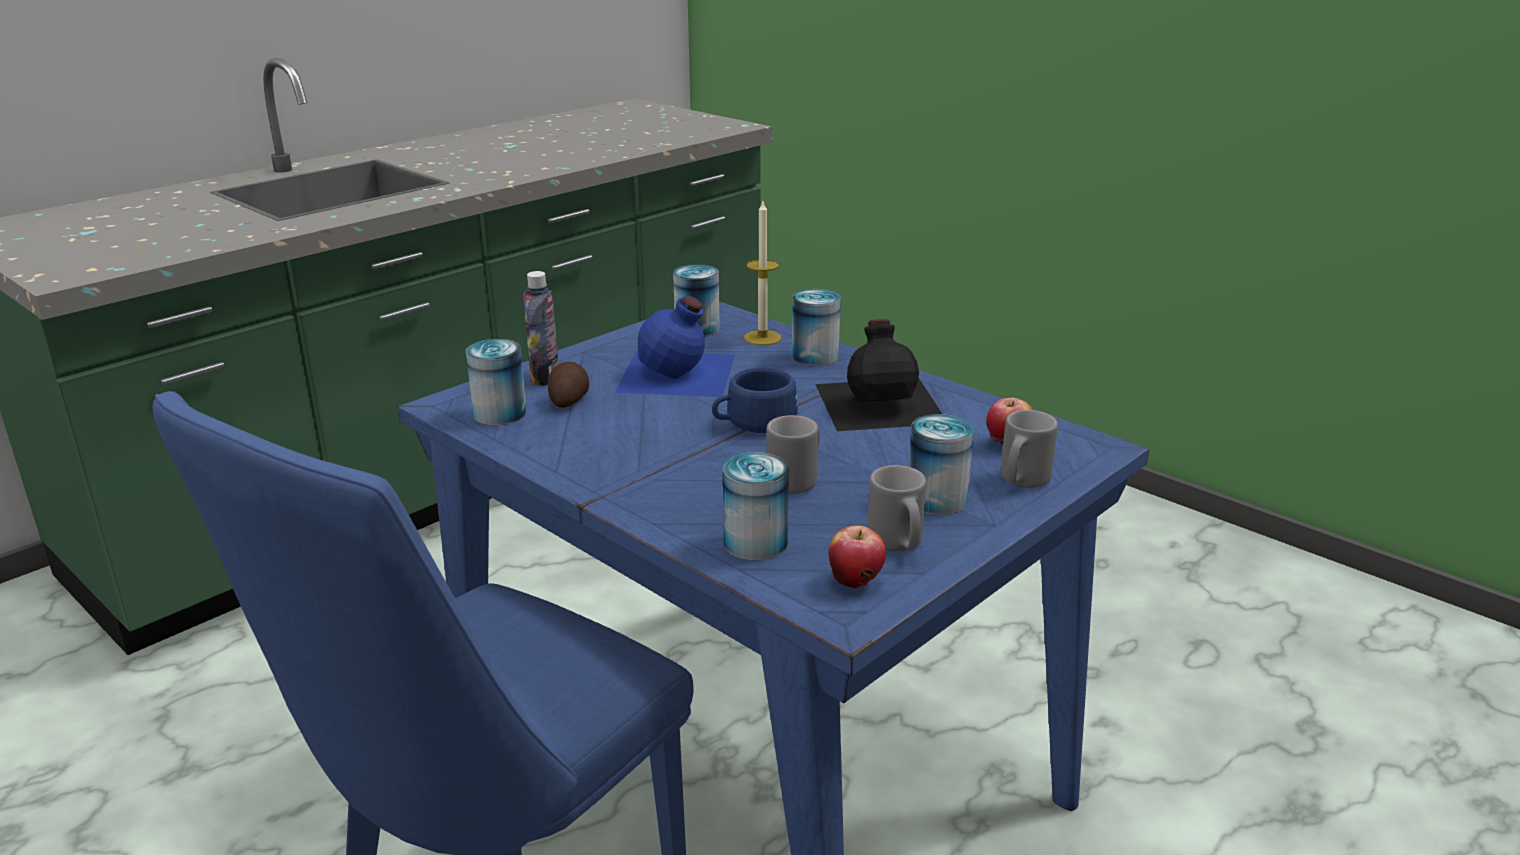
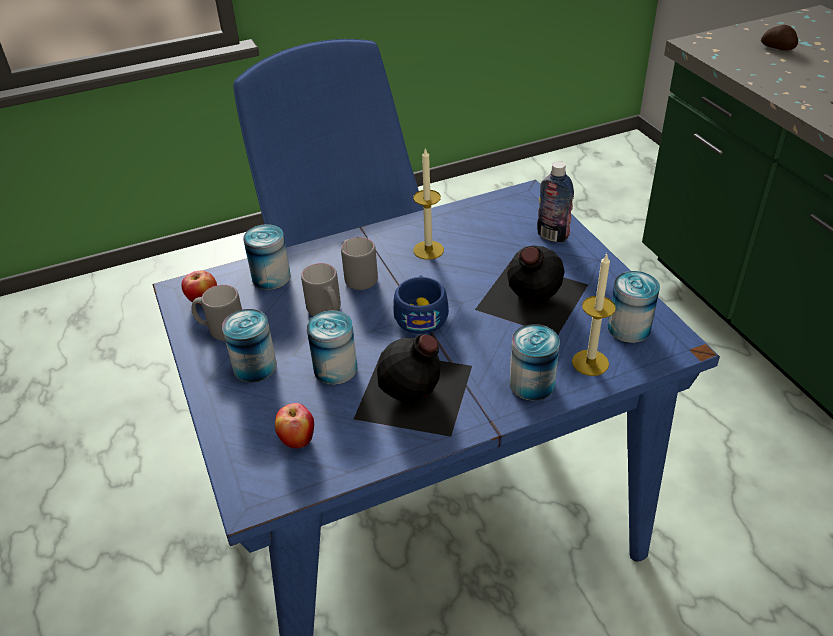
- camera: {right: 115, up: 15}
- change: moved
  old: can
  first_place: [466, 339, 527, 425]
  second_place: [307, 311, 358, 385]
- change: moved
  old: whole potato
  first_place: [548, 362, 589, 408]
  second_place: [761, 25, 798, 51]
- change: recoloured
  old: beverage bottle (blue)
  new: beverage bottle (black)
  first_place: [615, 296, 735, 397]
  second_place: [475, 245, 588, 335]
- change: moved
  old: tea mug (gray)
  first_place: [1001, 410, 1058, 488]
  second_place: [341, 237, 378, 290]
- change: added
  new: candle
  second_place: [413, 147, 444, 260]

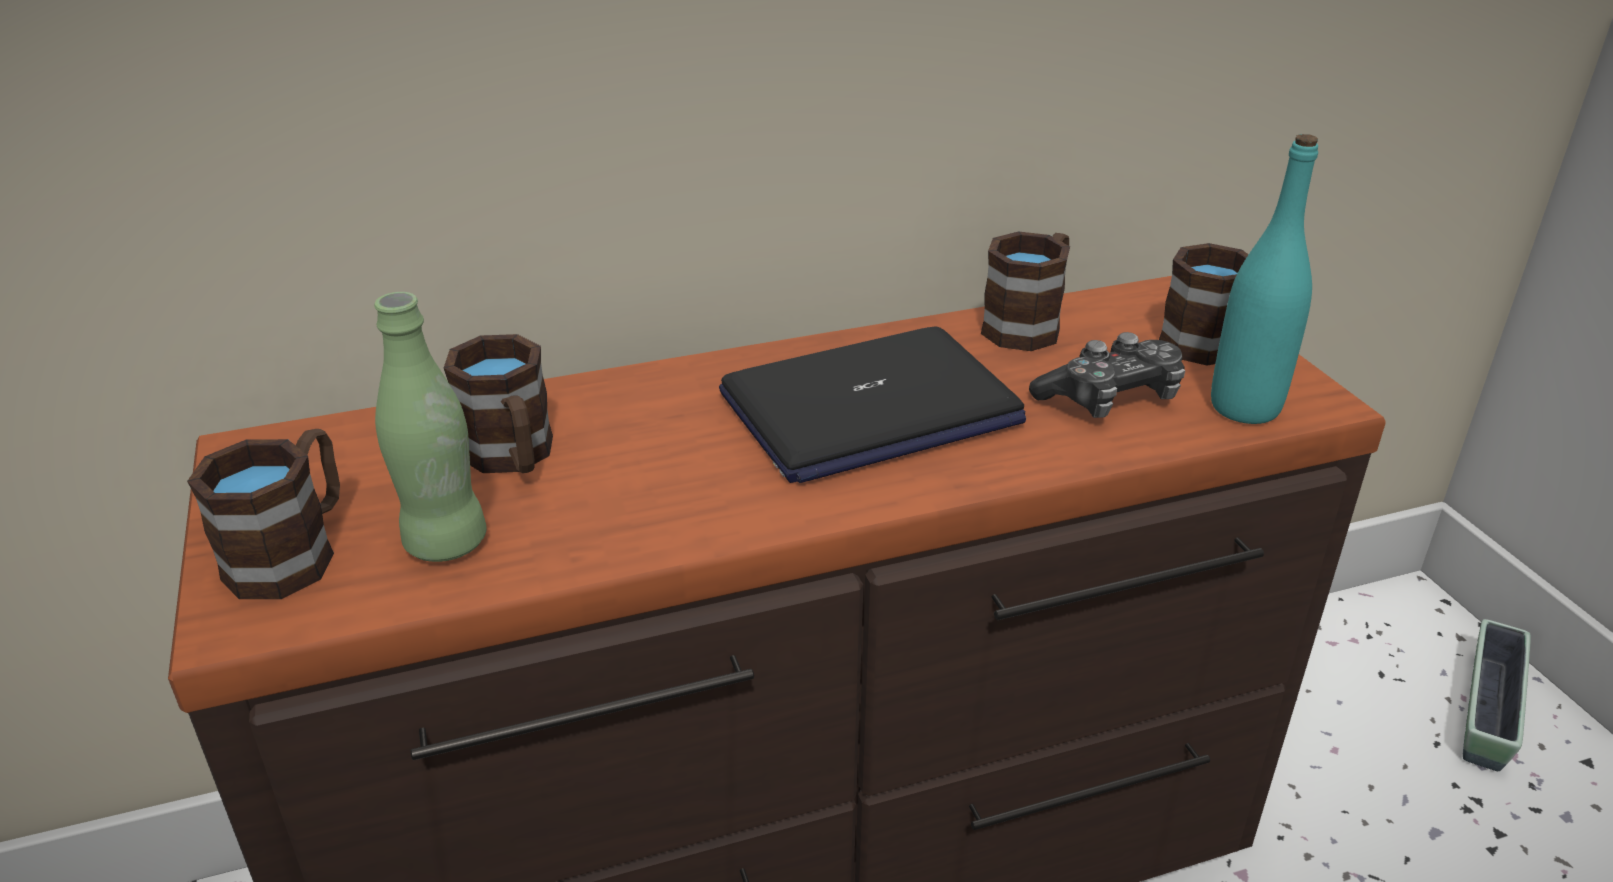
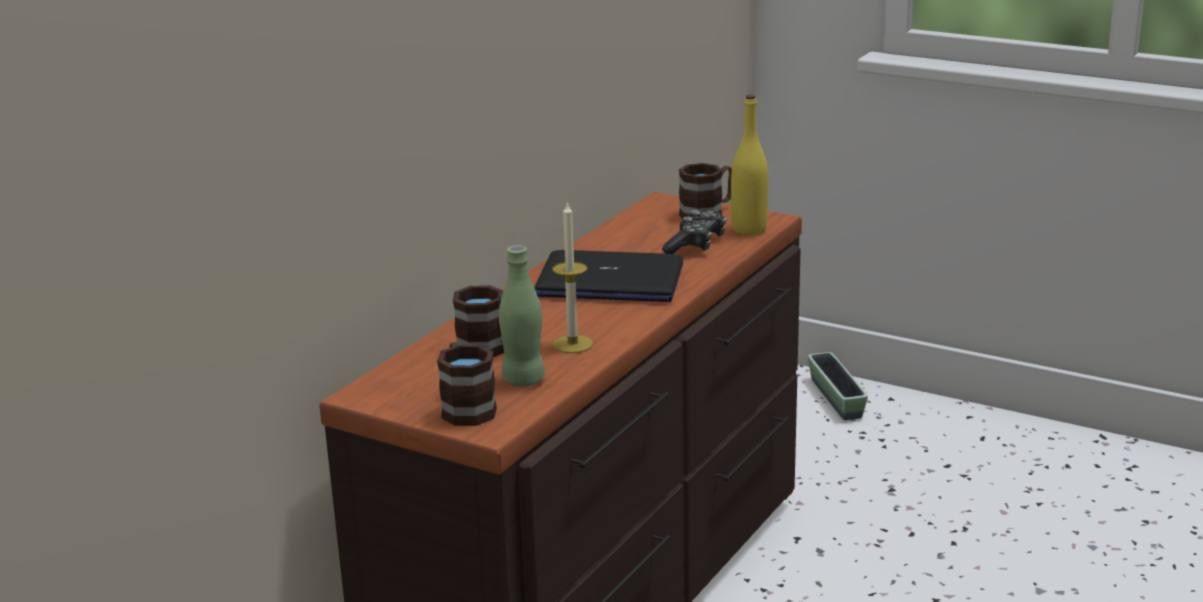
- camera: {right: -40, up: -10}
- change: turned
  old: portable computer
  first_place: [719, 327, 1026, 483]
  second_place: [535, 250, 683, 302]
  degrees: 75
- change: removed
  old: tea mug (brown)
  first_place: [981, 231, 1070, 351]
- change: recoloured
  old: beverage bottle (turquoise-coloured)
  new: beverage bottle (yellow-coloured)
  first_place: [1211, 134, 1318, 424]
  second_place: [731, 94, 768, 236]
- change: added
  new: candle
  second_place: [552, 201, 593, 353]

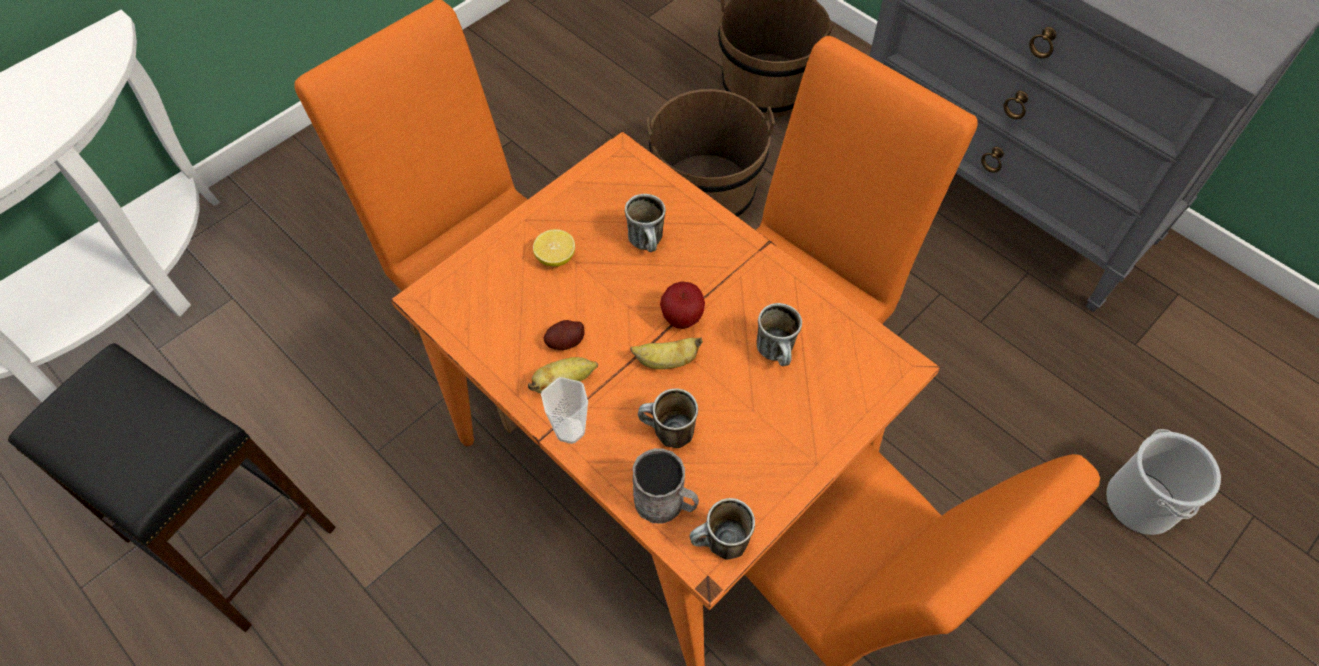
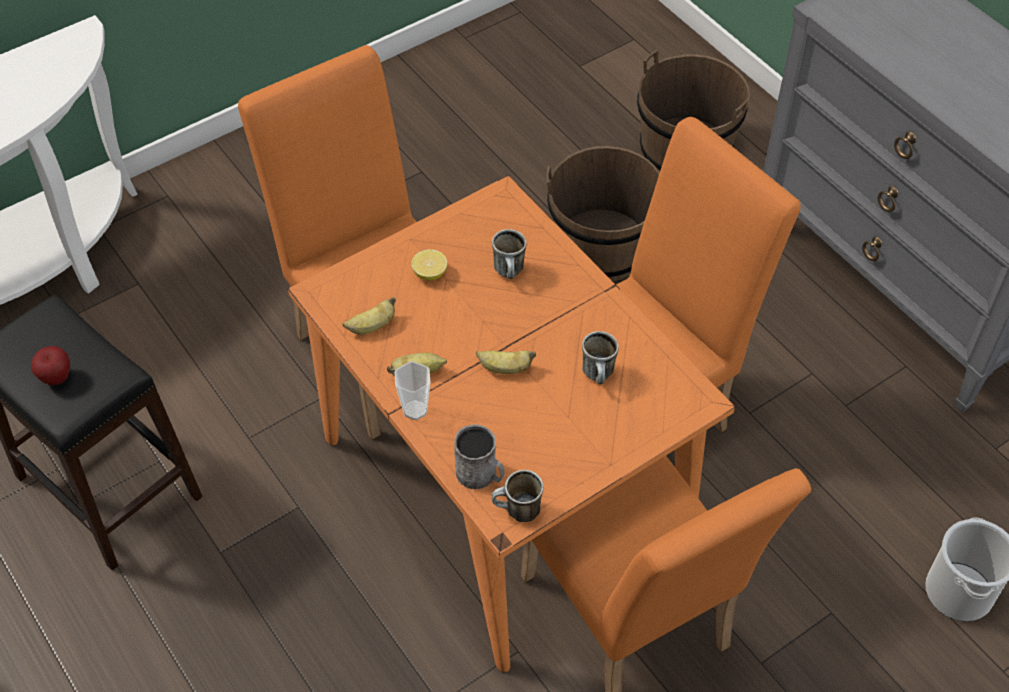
- camera: {right: 10, up: -5}
- change: removed
  old: whole potato
  first_place: [543, 320, 585, 350]
- change: removed
  old: tea mug
  first_place: [638, 388, 698, 448]
- change: moved
  old: apple fruit
  first_place: [660, 282, 705, 329]
  second_place: [31, 346, 70, 385]
- change: added
  new: whole banana
  second_place: [342, 297, 396, 335]

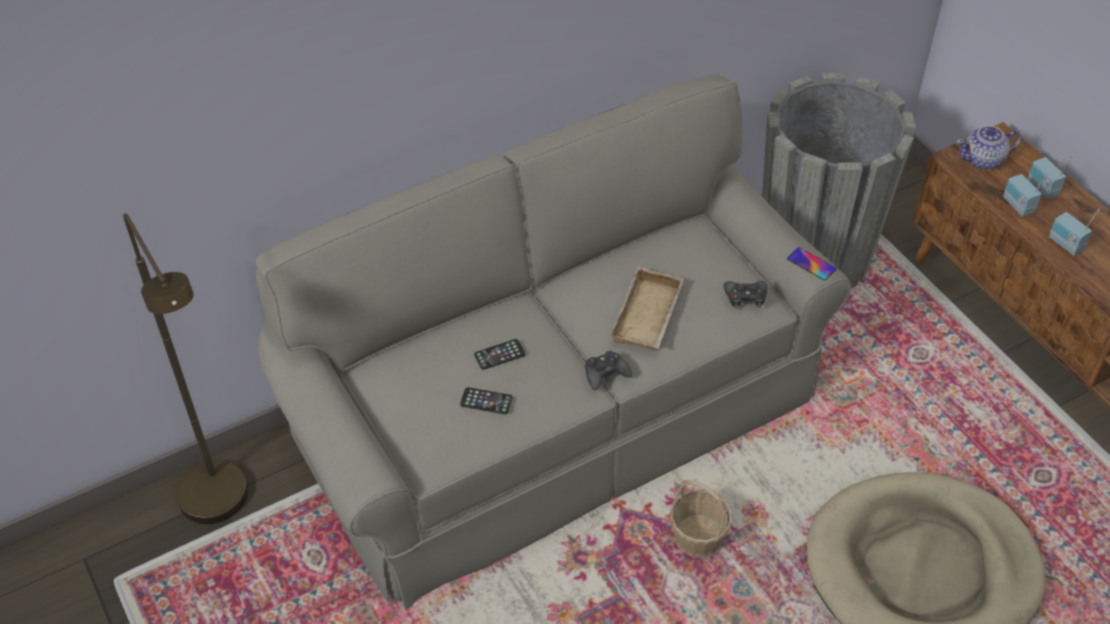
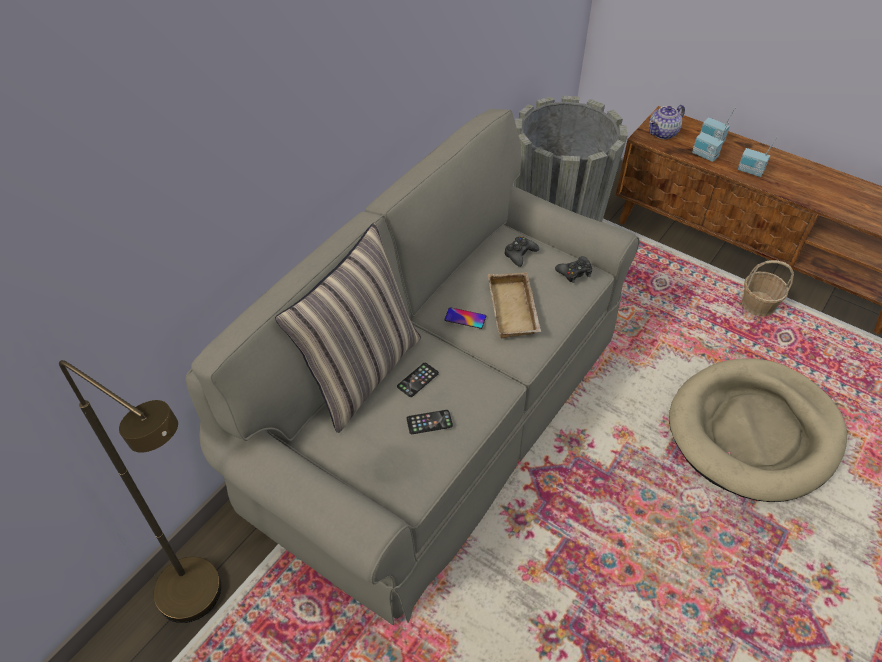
- camera: {right: -25, up: 0}
- change: moved
  old: joypad (black)
  first_place: [585, 351, 632, 390]
  second_place: [504, 236, 539, 267]
- change: moved
  old: basket
  first_place: [670, 480, 732, 558]
  second_place: [741, 260, 794, 317]
- change: moved
  old: handset
  first_place: [787, 247, 837, 280]
  second_place: [444, 307, 486, 329]
- change: added
  new: cushion
  second_place: [275, 223, 421, 433]

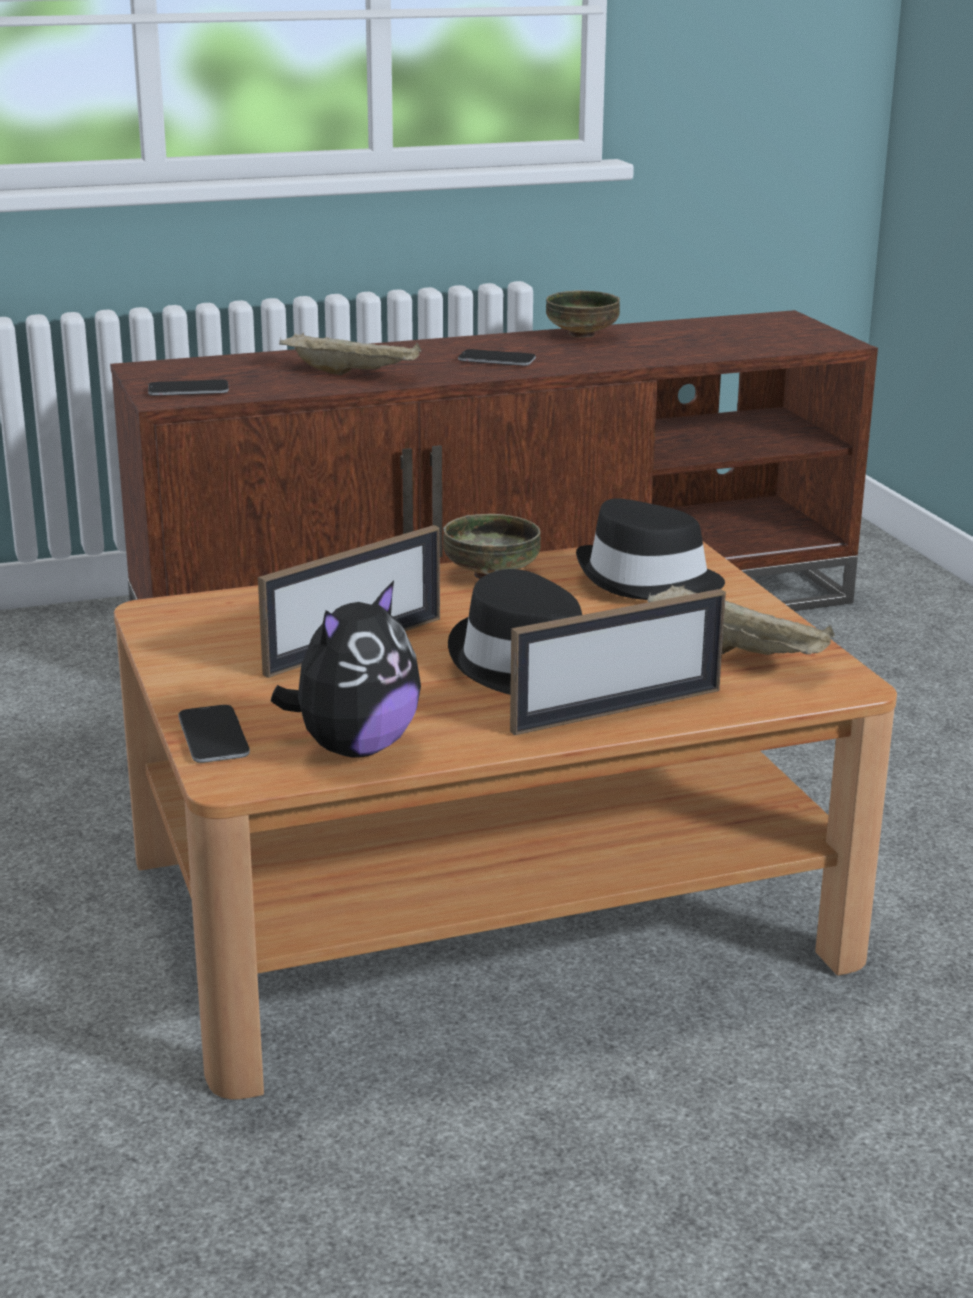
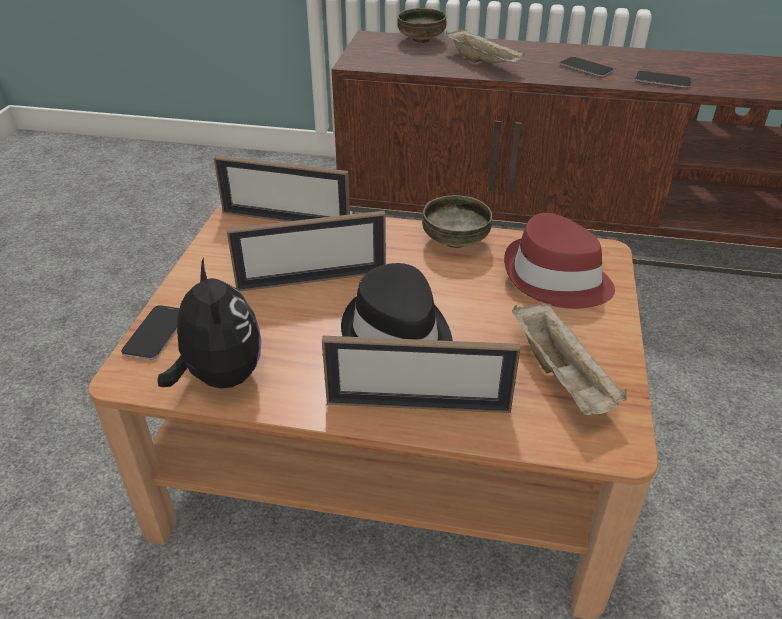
- camera: {right: 30, up: 15}
- change: moved
  old: handset
  first_place: [148, 380, 229, 396]
  second_place: [635, 71, 691, 88]
- change: turned
  old: plush toy
  first_place: [271, 580, 421, 757]
  second_place: [157, 257, 261, 389]
  degrees: -90
- change: moved
  old: bowl
  first_place: [546, 290, 620, 338]
  second_place: [397, 8, 446, 43]
- change: recoloured
  old: hat (black)
  new: hat (red-coloured)
  first_place: [576, 498, 725, 600]
  second_place: [504, 213, 615, 309]
- change: added
  new: standing frame
  second_place: [214, 155, 350, 222]

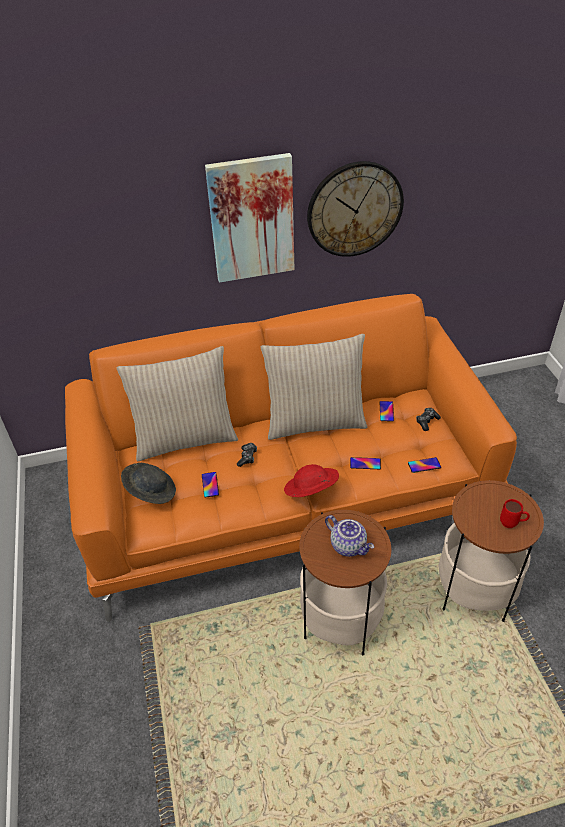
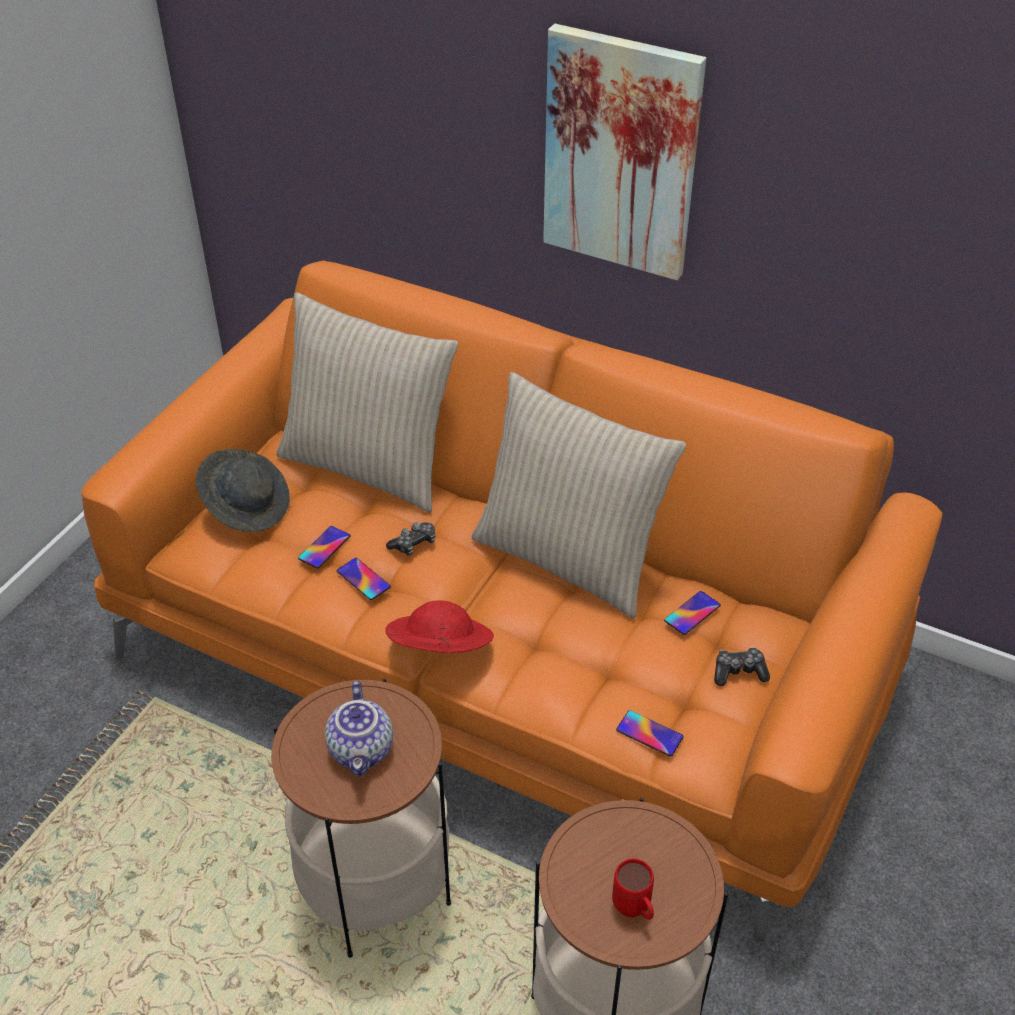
- camera: {right: 40, up: 0}
- change: removed
  old: hanging clock
  first_place: [307, 161, 404, 257]
- change: moved
  old: handset
  first_place: [350, 457, 381, 469]
  second_place: [336, 558, 391, 600]

